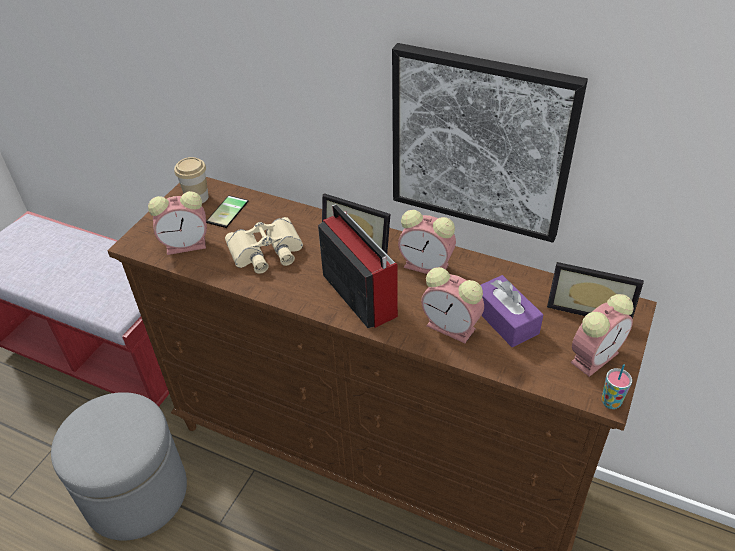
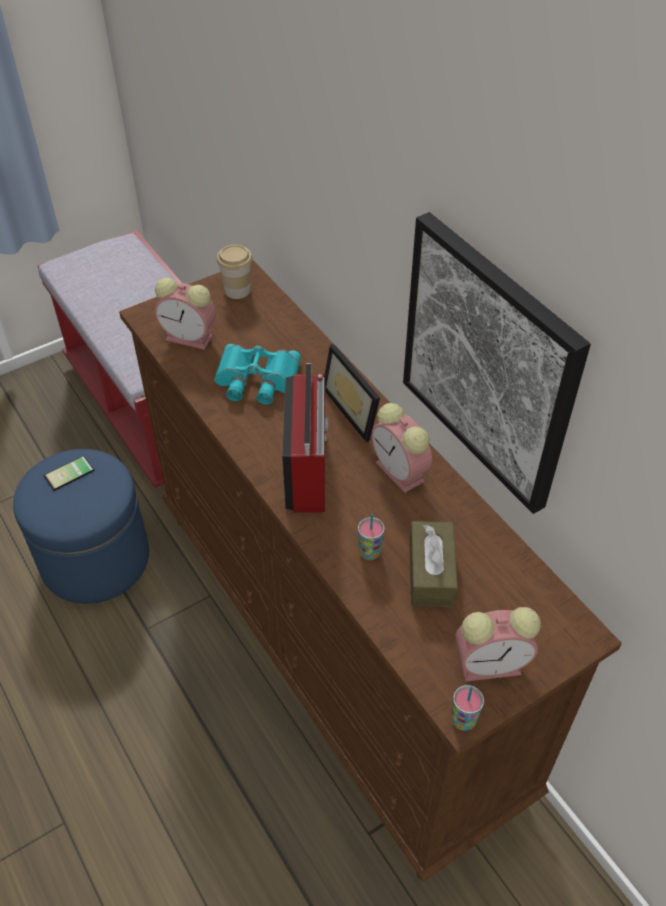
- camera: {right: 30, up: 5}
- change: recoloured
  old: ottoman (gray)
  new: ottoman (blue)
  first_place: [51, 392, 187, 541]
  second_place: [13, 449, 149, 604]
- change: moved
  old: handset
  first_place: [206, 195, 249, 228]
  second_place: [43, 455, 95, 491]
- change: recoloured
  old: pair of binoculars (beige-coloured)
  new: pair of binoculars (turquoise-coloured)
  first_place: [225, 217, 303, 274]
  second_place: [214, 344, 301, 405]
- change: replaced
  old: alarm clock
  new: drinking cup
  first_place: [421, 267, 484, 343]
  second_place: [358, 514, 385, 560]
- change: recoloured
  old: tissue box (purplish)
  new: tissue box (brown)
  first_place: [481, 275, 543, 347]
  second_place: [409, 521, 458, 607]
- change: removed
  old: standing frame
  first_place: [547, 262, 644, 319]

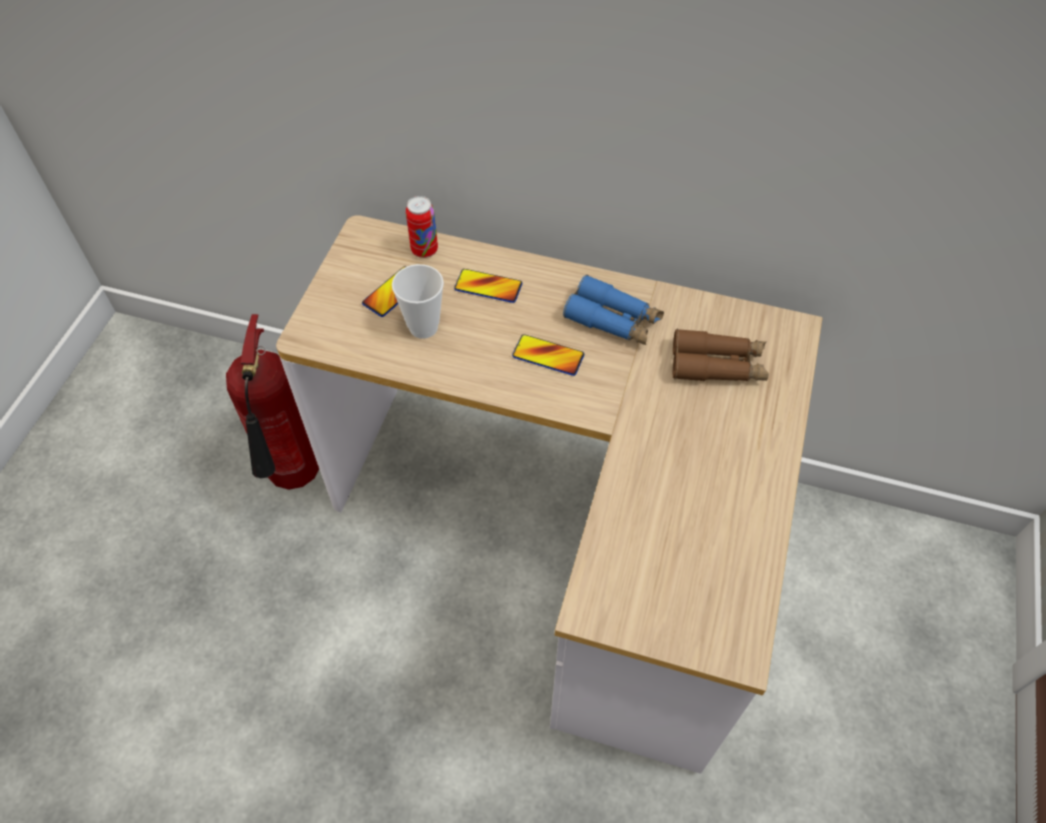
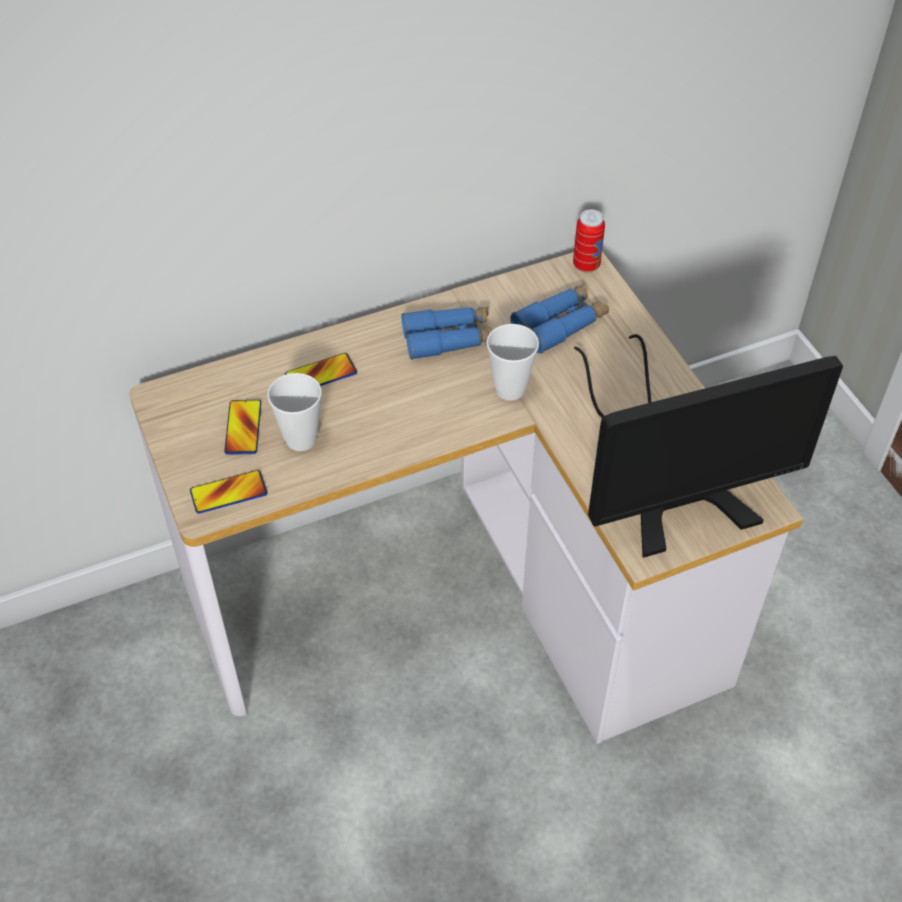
- camera: {right: -40, up: -5}
- change: removed
  old: fire extinguisher
  first_place: [226, 314, 319, 490]
- change: moved
  old: can
  first_place: [406, 196, 438, 258]
  second_place: [573, 209, 605, 273]
- change: moved
  old: handset
  first_place: [512, 334, 584, 376]
  second_place: [190, 470, 268, 514]
- change: recoloured
  old: pair of binoculars (brown)
  new: pair of binoculars (blue)
  first_place: [673, 329, 769, 381]
  second_place: [510, 284, 609, 354]
- change: added
  new: drinking cup
  second_place: [486, 324, 539, 401]
- change: added
  new: computer screen
  second_place: [574, 334, 843, 558]

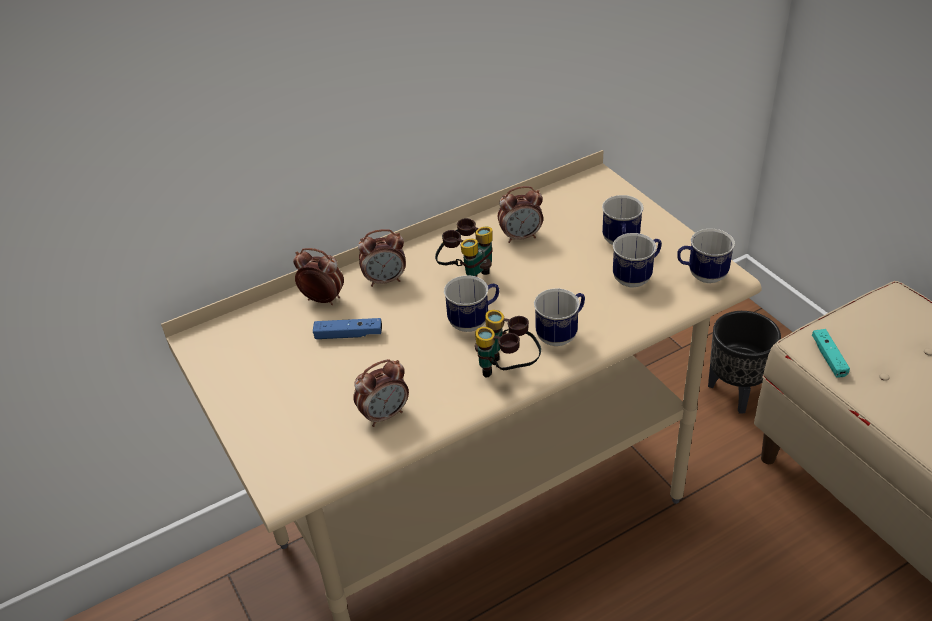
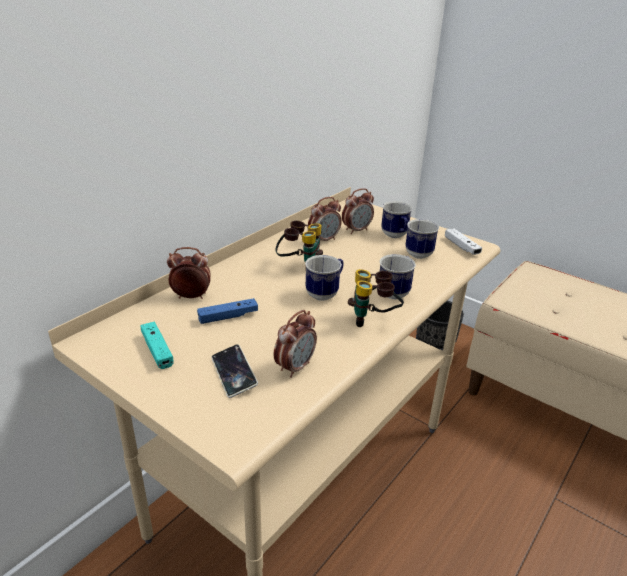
- camera: {right: -25, up: -10}
- change: moved
  old: alarm clock
  first_place: [358, 229, 406, 287]
  second_place: [342, 188, 374, 234]
- change: replaced
  old: tea mug
  new: joypad (white-coloured)
  first_place: [677, 229, 735, 283]
  second_place: [445, 228, 482, 255]
- change: moved
  old: joypad (turquoise-coloured)
  first_place: [812, 329, 850, 378]
  second_place: [140, 322, 174, 369]
- change: added
  new: handset
  second_place: [211, 344, 258, 398]

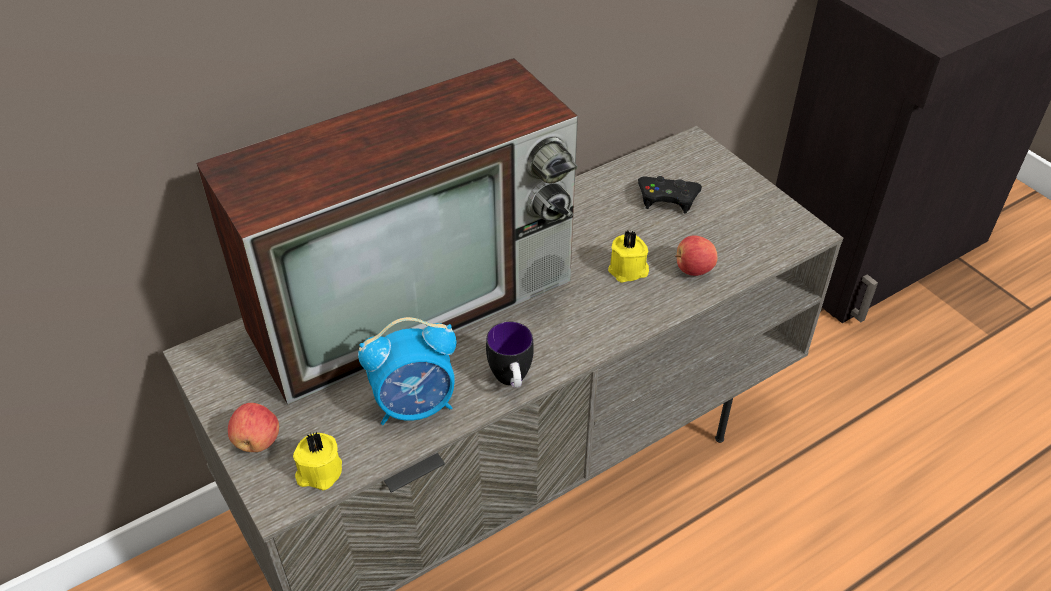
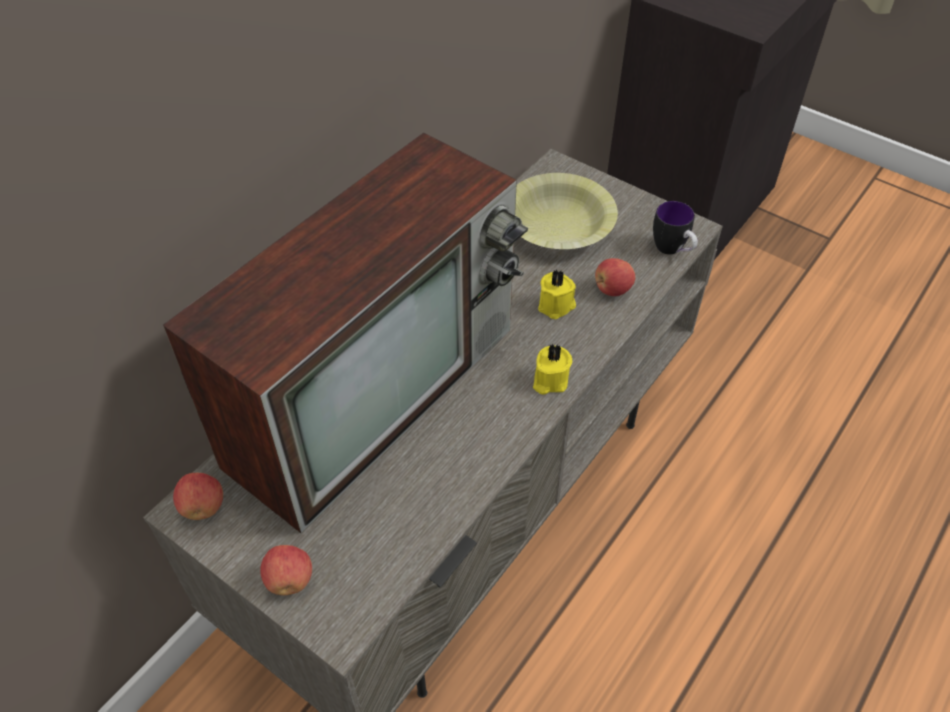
- camera: {right: -20, up: 5}
- change: moved
  old: candle (yellow-coloured)
  first_place: [293, 431, 342, 490]
  second_place: [533, 344, 572, 395]
- change: removed
  old: alarm clock
  first_place: [358, 317, 457, 425]
- change: moved
  old: tea mug
  first_place: [486, 321, 534, 388]
  second_place: [653, 201, 698, 255]
- change: replaced
  old: joypad (black)
  new: bowl (yellow-coloured)
  first_place: [638, 176, 702, 214]
  second_place: [515, 173, 618, 249]
- change: added
  new: apple fruit
  second_place: [173, 473, 223, 520]

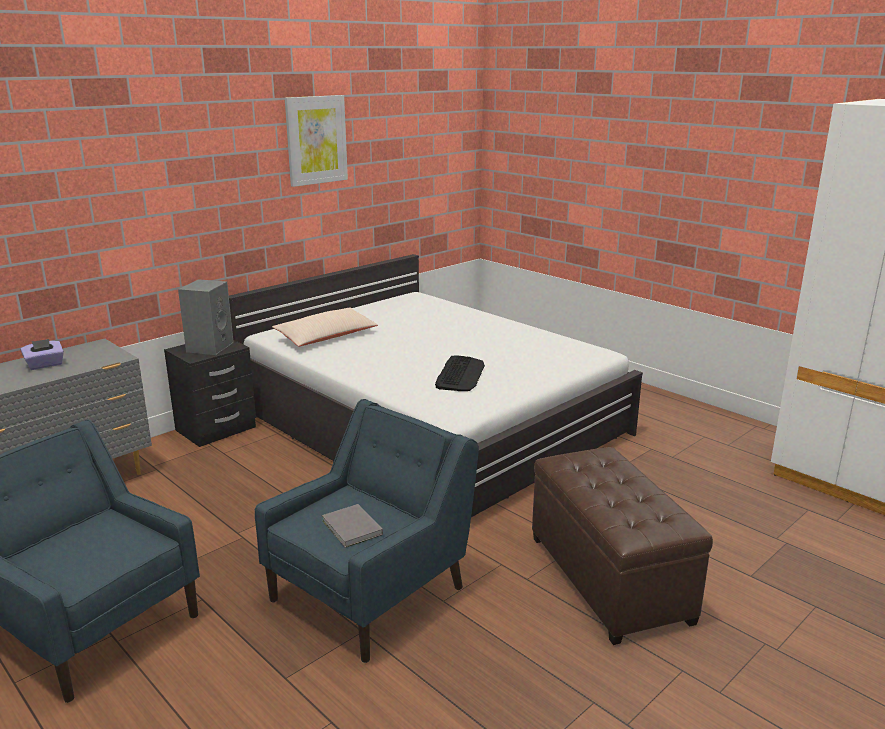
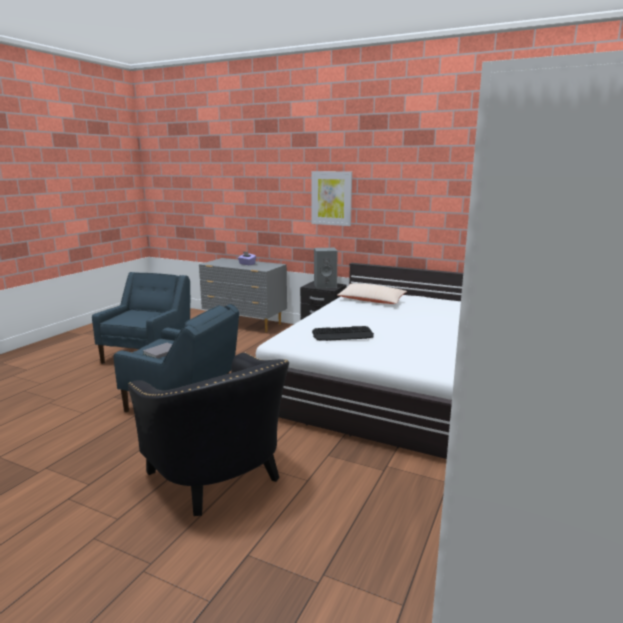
- camera: {right: 70, up: -5}
- change: moved
  old: wall art
  first_place: [285, 95, 348, 187]
  second_place: [312, 171, 352, 226]
- change: replaced
  old: ottoman (brown)
  new: easy chair (black)
  first_place: [532, 447, 713, 645]
  second_place: [128, 352, 289, 516]

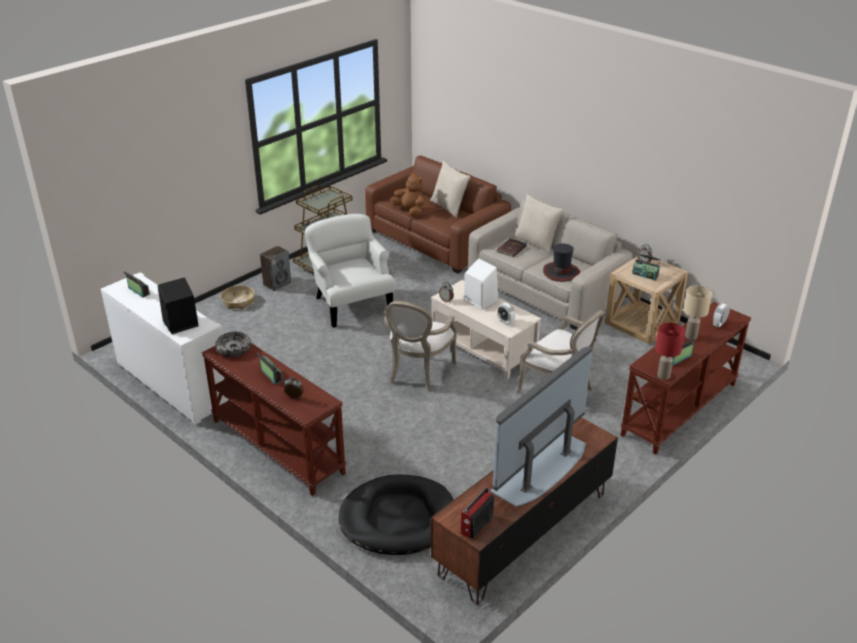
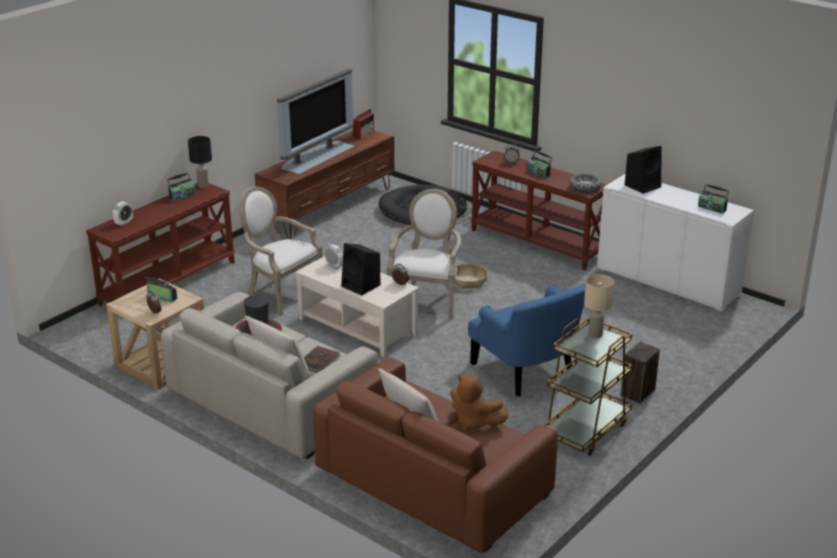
- camera: {right: 175, up: -5}
- change: moved
  old: basket
  first_place: [221, 285, 255, 309]
  second_place: [455, 263, 488, 289]
- change: recoloured
  old: easy chair (white-coloured)
  new: easy chair (blue)
  first_place: [305, 214, 395, 328]
  second_place: [468, 285, 585, 396]
- change: recoloured
  old: loudspeaker (white-coloured)
  new: loudspeaker (black)
  first_place: [464, 258, 498, 310]
  second_place: [341, 243, 380, 295]
- change: recoloured
  old: table lamp (red-coloured)
  new: table lamp (black)
  first_place: [655, 322, 685, 380]
  second_place: [188, 136, 212, 188]
- change: moved
  old: table lamp (beige-coloured)
  first_place: [684, 285, 712, 340]
  second_place: [584, 274, 614, 338]

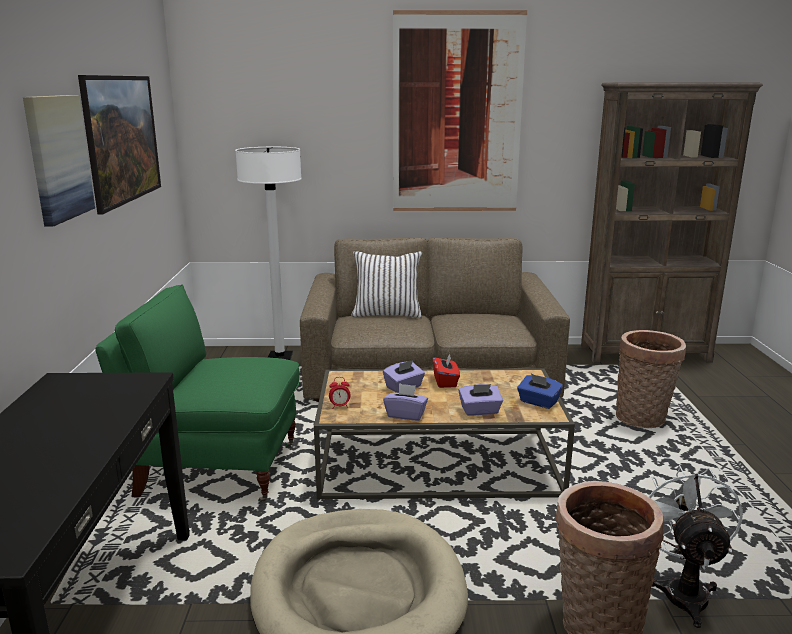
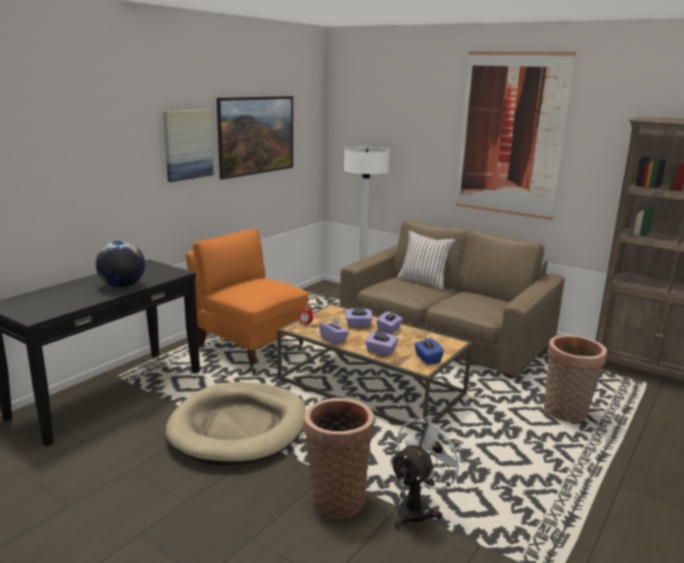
- camera: {right: 35, up: 0}
- change: recoloured
  old: easy chair (green-coloured)
  new: easy chair (orange-coloured)
  first_place: [95, 284, 299, 502]
  second_place: [186, 229, 309, 370]
- change: recoloured
  old: tissue box (red-coloured)
  new: tissue box (purplish)
  first_place: [433, 353, 460, 388]
  second_place: [377, 310, 403, 334]
- change: added
  new: desk globe
  second_place: [96, 241, 145, 287]

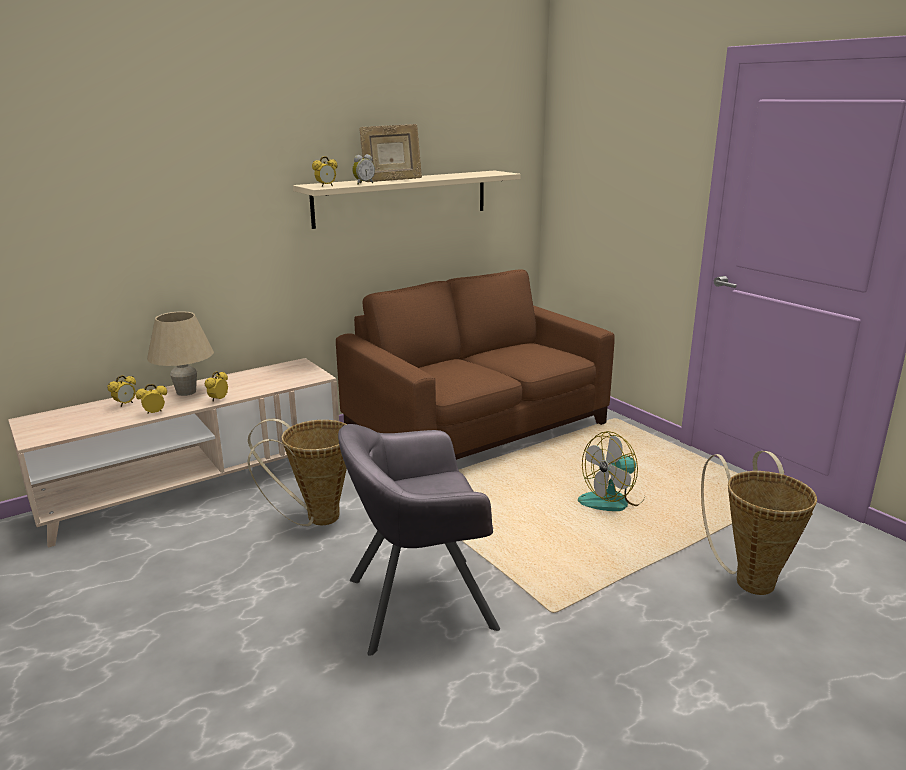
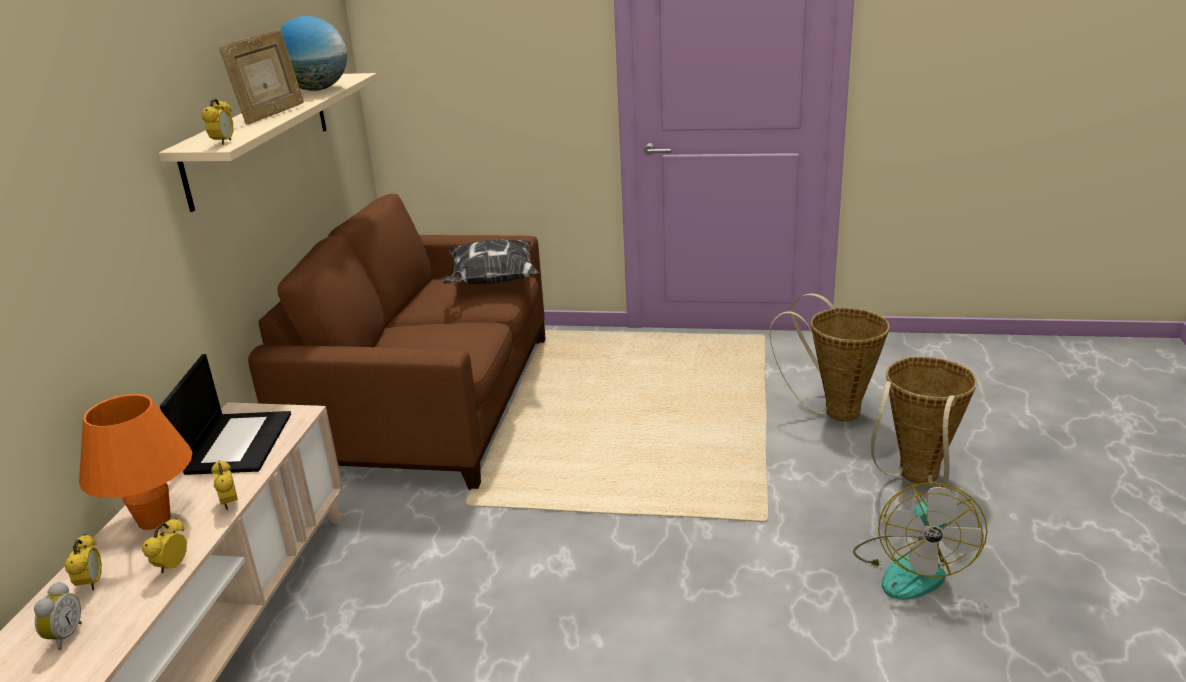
- camera: {right: -45, up: 5}
- change: recoloured
  old: table lamp (beige-coloured)
  new: table lamp (orange-coloured)
  first_place: [147, 311, 214, 396]
  second_place: [79, 394, 193, 530]
- change: moved
  old: basket
  first_place: [248, 418, 347, 526]
  second_place: [871, 357, 977, 488]
- change: removed
  old: easy chair (gray)
  first_place: [338, 424, 500, 656]
- change: moved
  old: alarm clock
  first_place: [352, 154, 375, 184]
  second_place: [34, 582, 82, 650]
- change: moved
  old: electric fan
  first_place: [578, 431, 645, 511]
  second_place: [853, 482, 988, 600]
- change: added
  new: portable computer
  second_place: [160, 354, 291, 475]
- change: added
  new: desk globe
  second_place: [280, 16, 347, 91]
- change: added
  new: cushion
  second_place: [442, 239, 539, 284]

